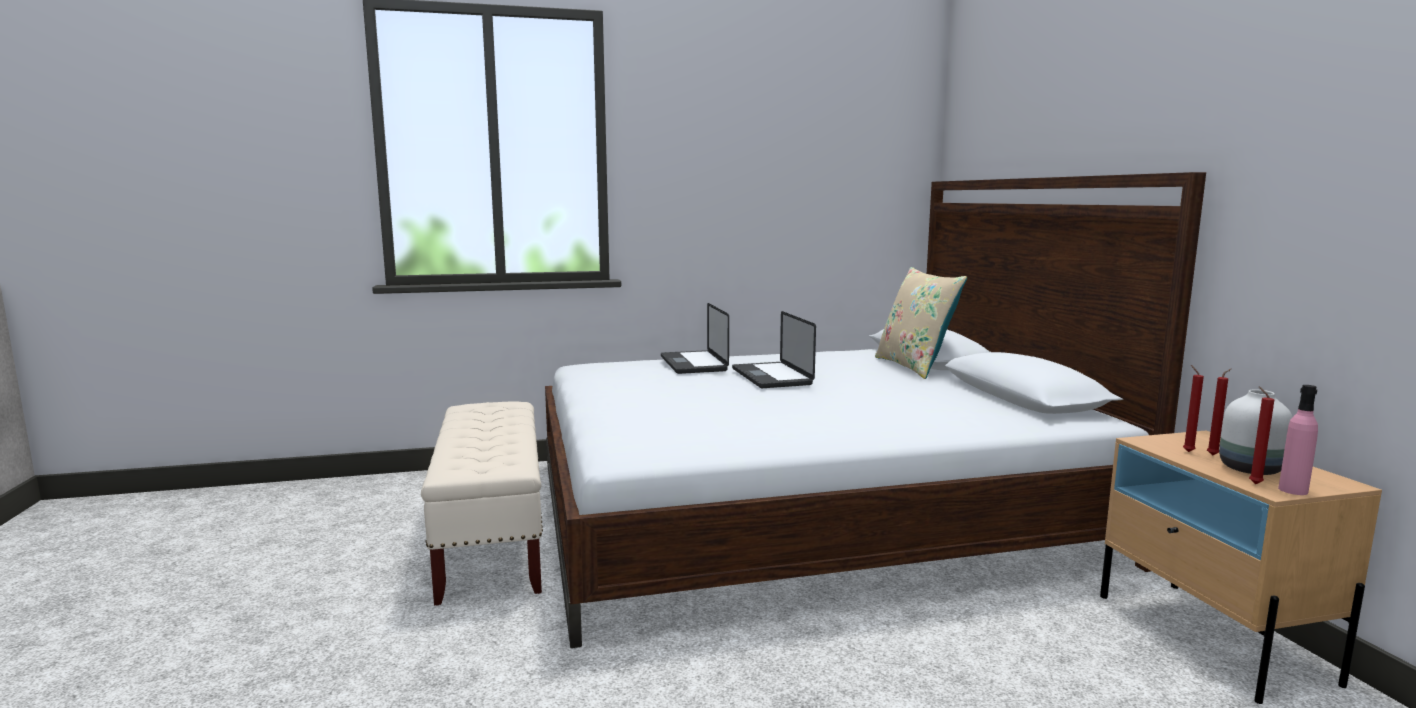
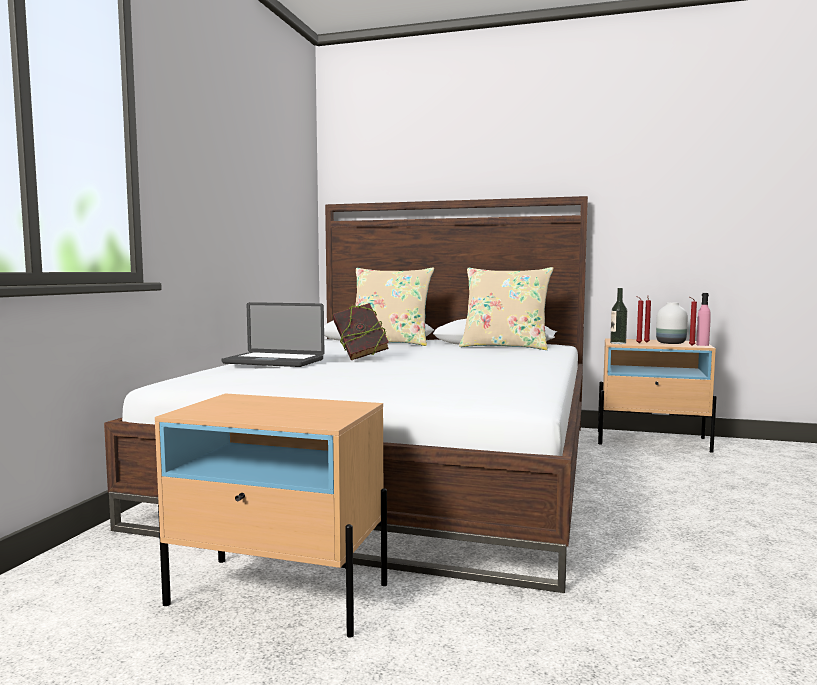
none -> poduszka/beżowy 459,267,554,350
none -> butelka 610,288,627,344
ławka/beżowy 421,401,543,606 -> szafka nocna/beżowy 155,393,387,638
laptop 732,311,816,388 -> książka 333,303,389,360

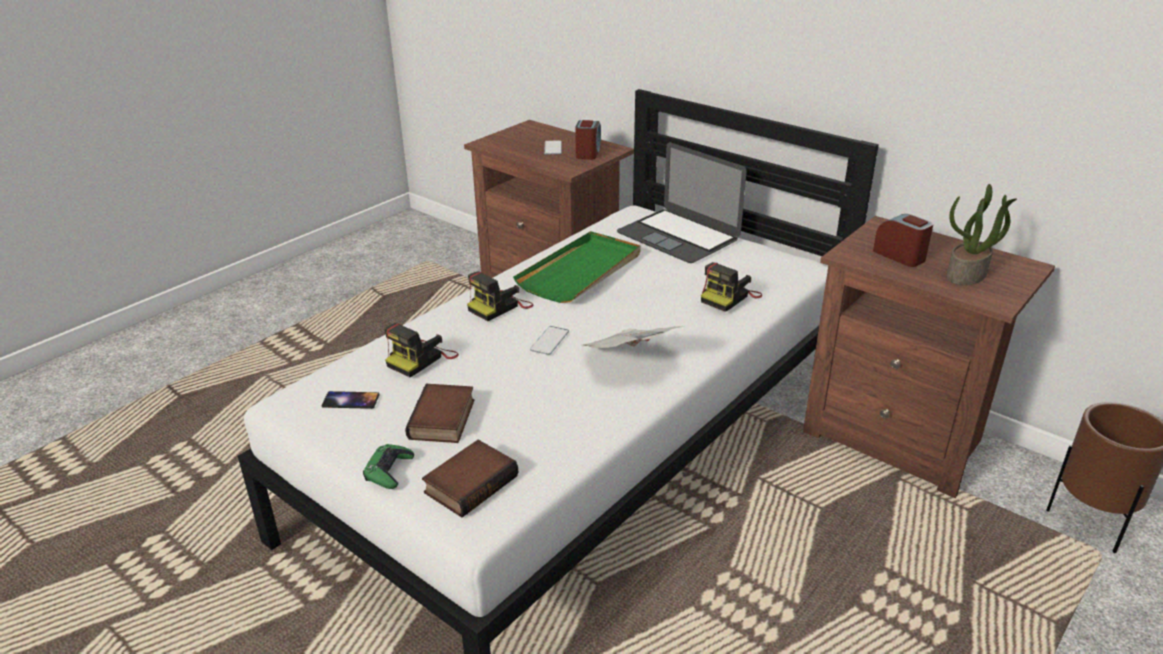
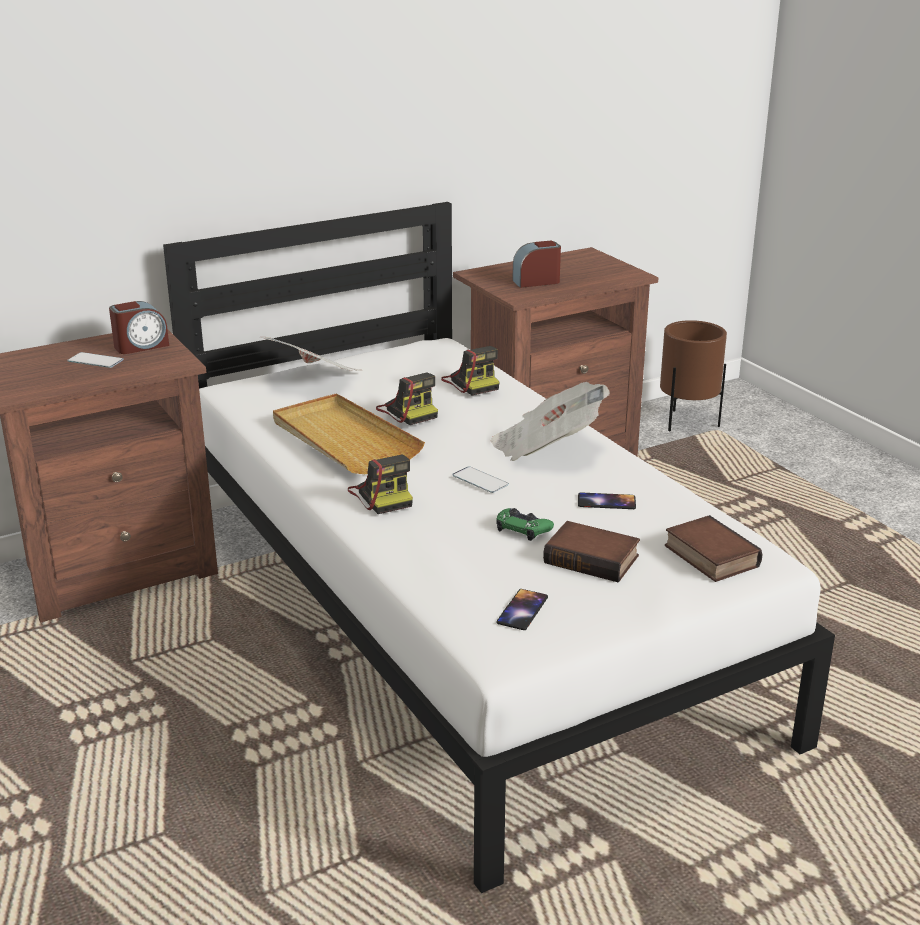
roślina doniczkowa 946,184,1017,285 -> none
none -> telefon 578,492,636,509
pad do gier/zielony 363,444,414,489 -> pad do gier/zielony 496,508,554,541, moved
aparat fotograficzny 384,323,459,377 -> aparat fotograficzny 376,373,438,425, moved
laptop 617,142,747,263 -> gazeta 263,337,361,371
taca/zielony 513,231,640,303 -> taca/beżowy 273,393,425,474
budzik 575,120,601,160 -> budzik 109,301,169,354, 120 degrees clockwise

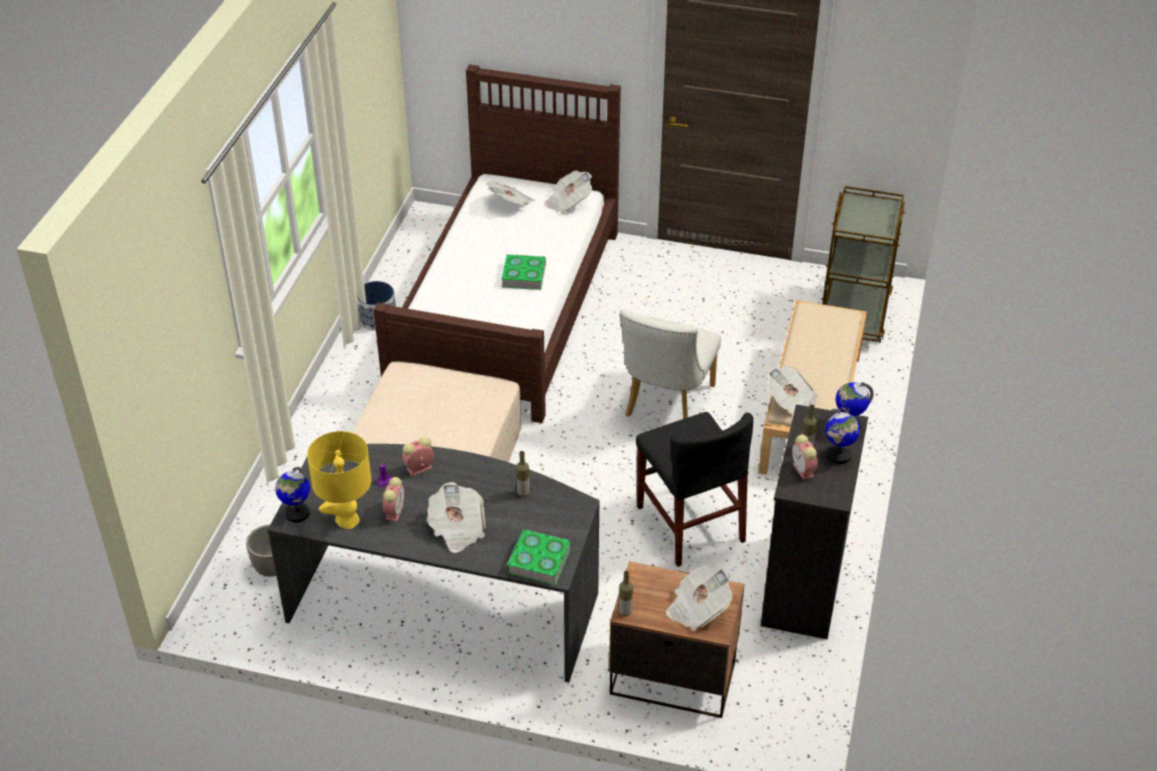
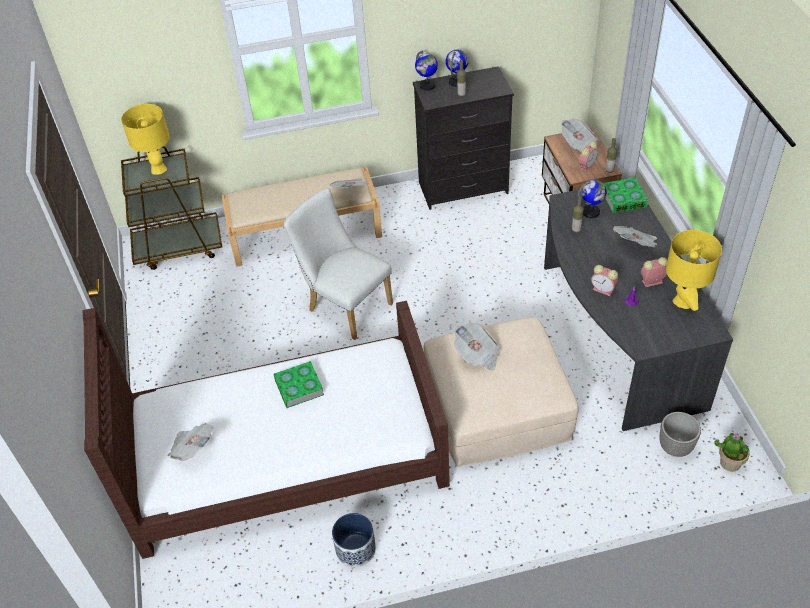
krzesło/czarny 636,412,753,567 -> none
none -> lampa stołowa/żółty 121,104,170,175
none -> roślina doniczkowa 714,433,750,472
globus 275,467,310,523 -> globus 578,180,606,218, moved
gazeta 544,171,592,214 -> gazeta 454,323,500,371, moved
budzik 792,435,818,480 -> budzik 579,142,598,172, moved
krzesło/biały 620,309,721,419 -> krzesło/biały 284,188,393,340, 135 degrees counterclockwise

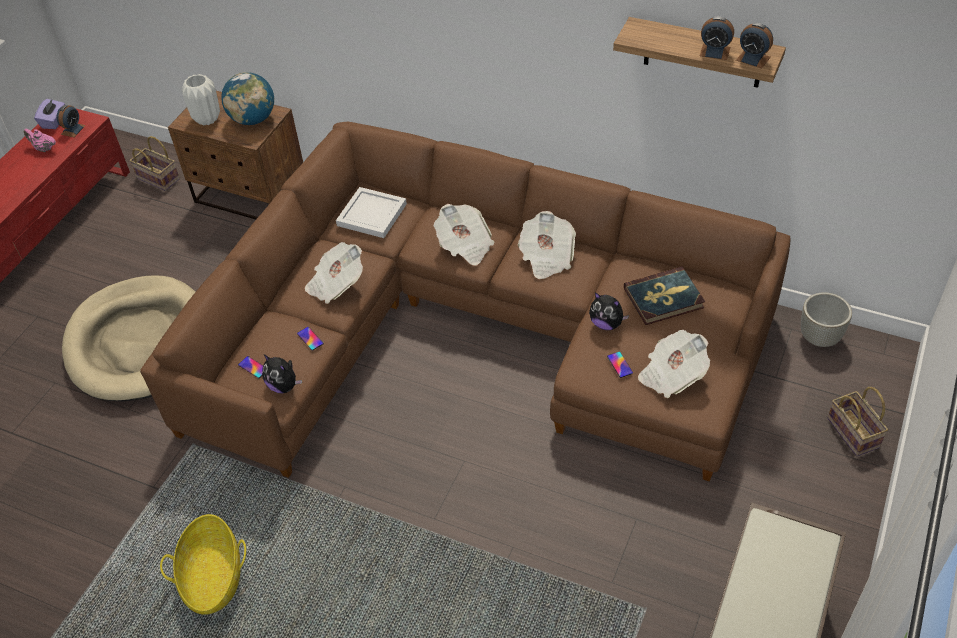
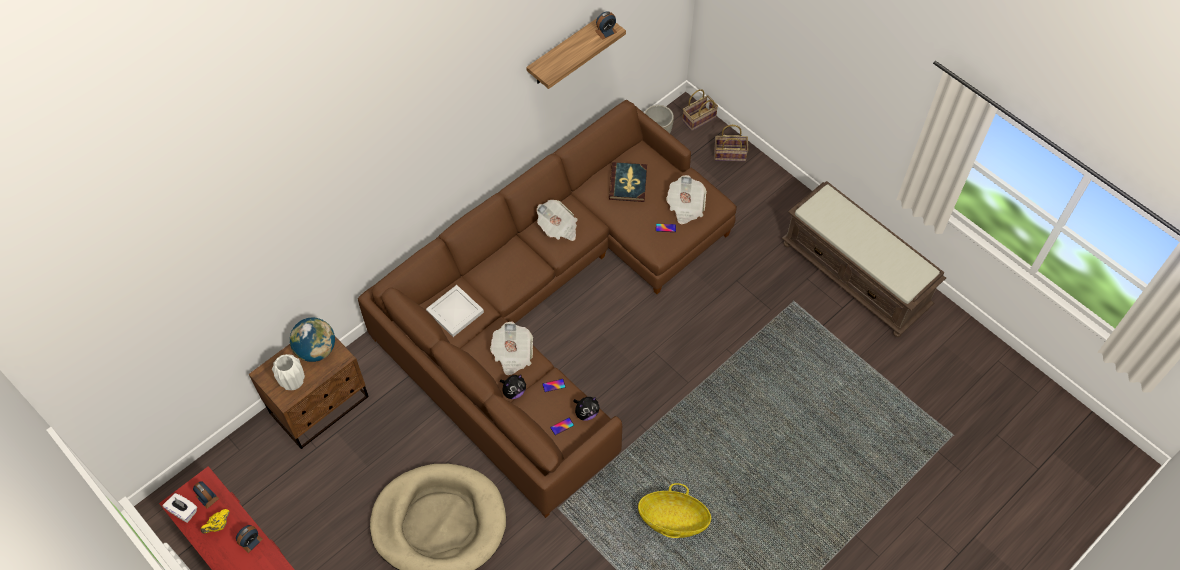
gazeta 434,204,495,266 -> none
koszyk 130,136,180,191 -> koszyk 682,89,718,131, moved
pluszak 589,292,629,330 -> pluszak 500,374,526,399, moved
budzik 700,16,734,60 -> budzik 236,525,263,553, moved
imbryk/różowy 24,129,56,152 -> imbryk/żółty 200,509,230,534
pudełko chusteczek/fioletowy 34,99,65,129 -> pudełko chusteczek/biały 163,493,197,523

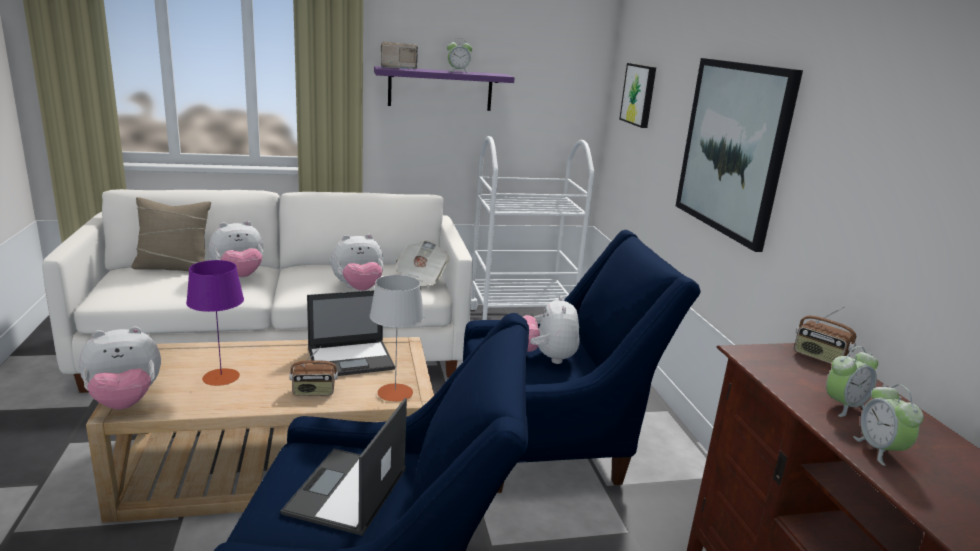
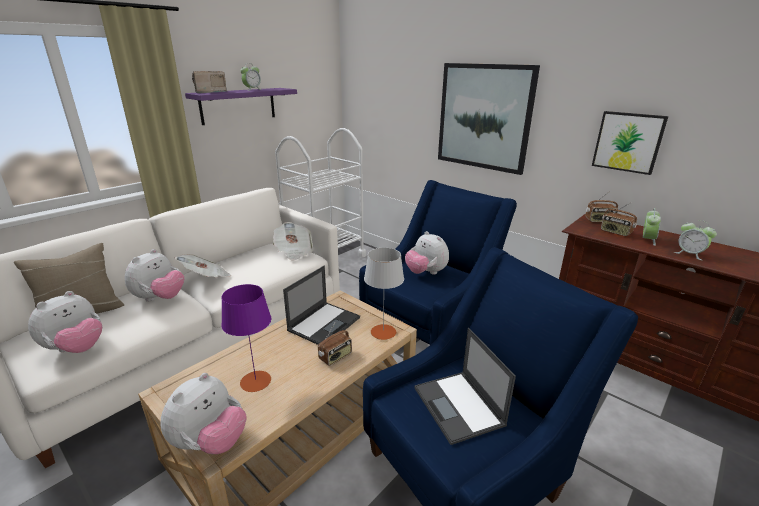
none -> gazeta 174,254,232,278
none -> radio 601,203,637,236
pluszak 331,234,383,291 -> pluszak 28,291,102,353, moved
obraz 619,63,656,128 -> obraz 592,111,668,175, moved

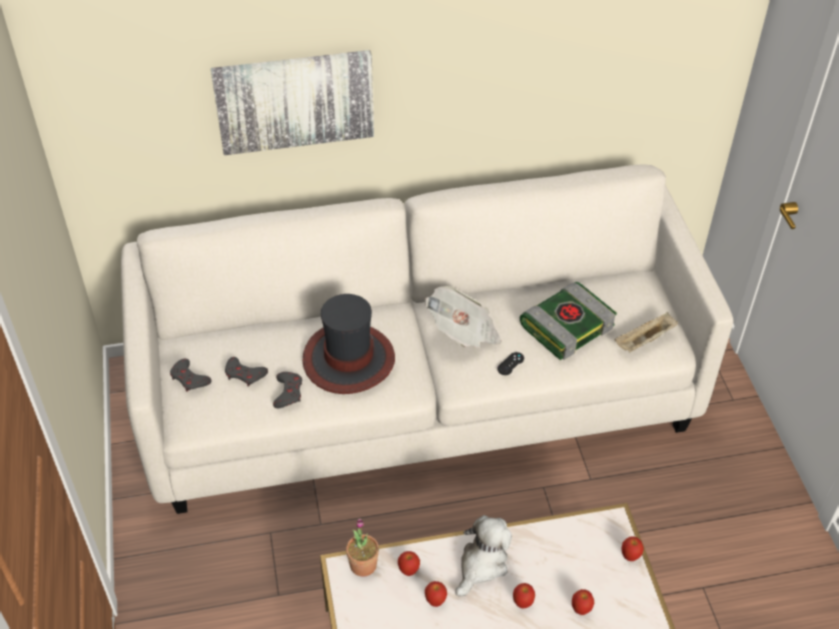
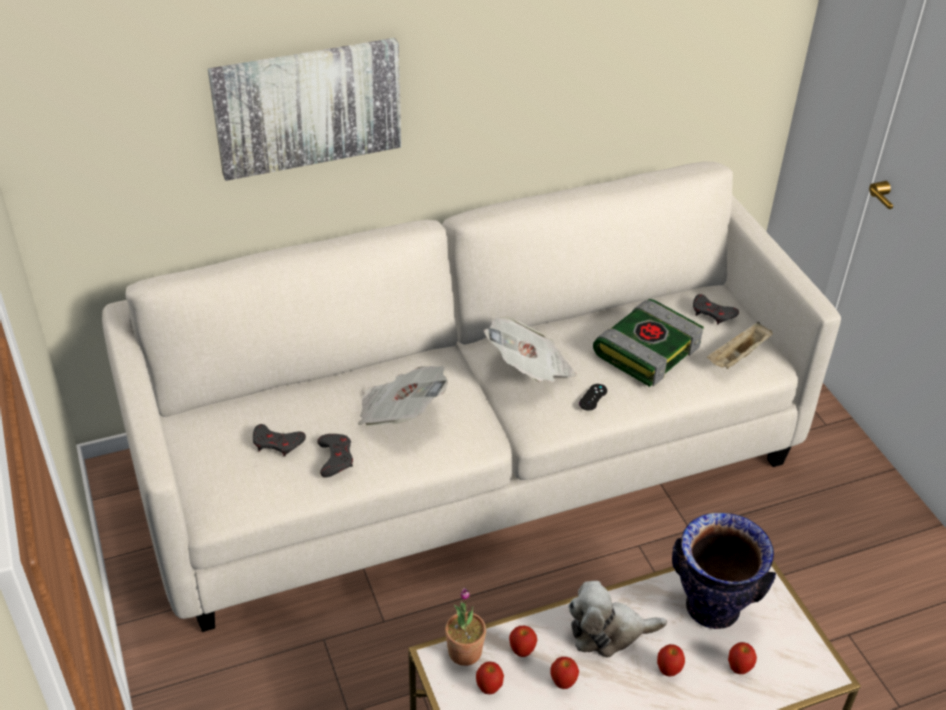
none -> wazon 672,513,776,629
pad do gier/szary 170,359,212,392 -> pad do gier/szary 693,294,739,325, moved
jabłko 621,536,644,561 -> jabłko 476,661,504,694, moved
kapelusz 303,294,395,394 -> gazeta 358,366,448,426
pluszak 455,515,512,597 -> pluszak 568,581,667,658, 120 degrees counterclockwise

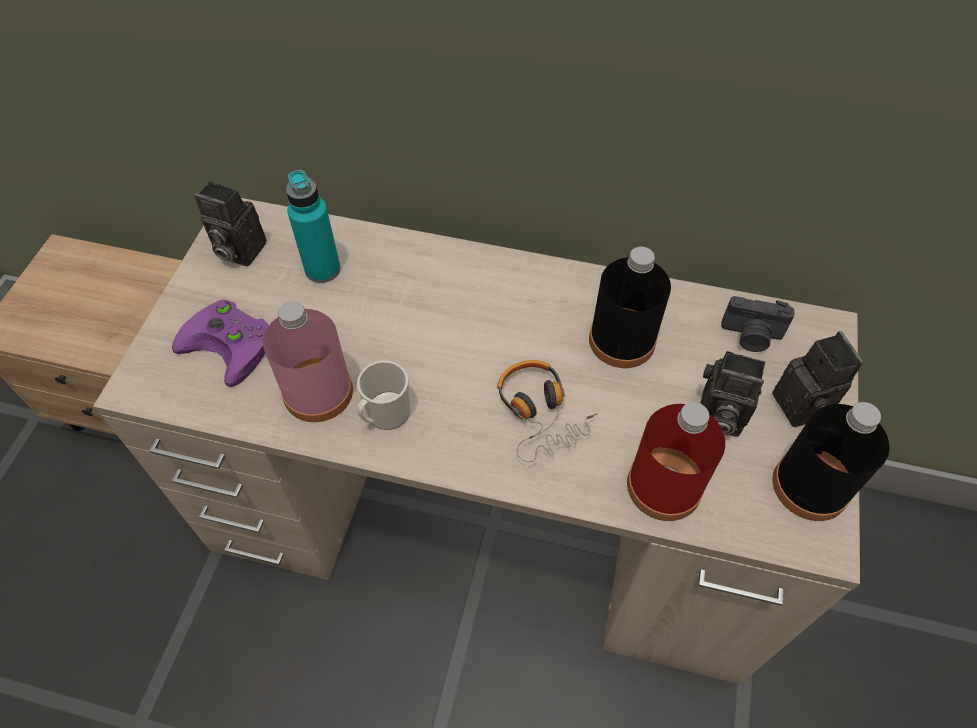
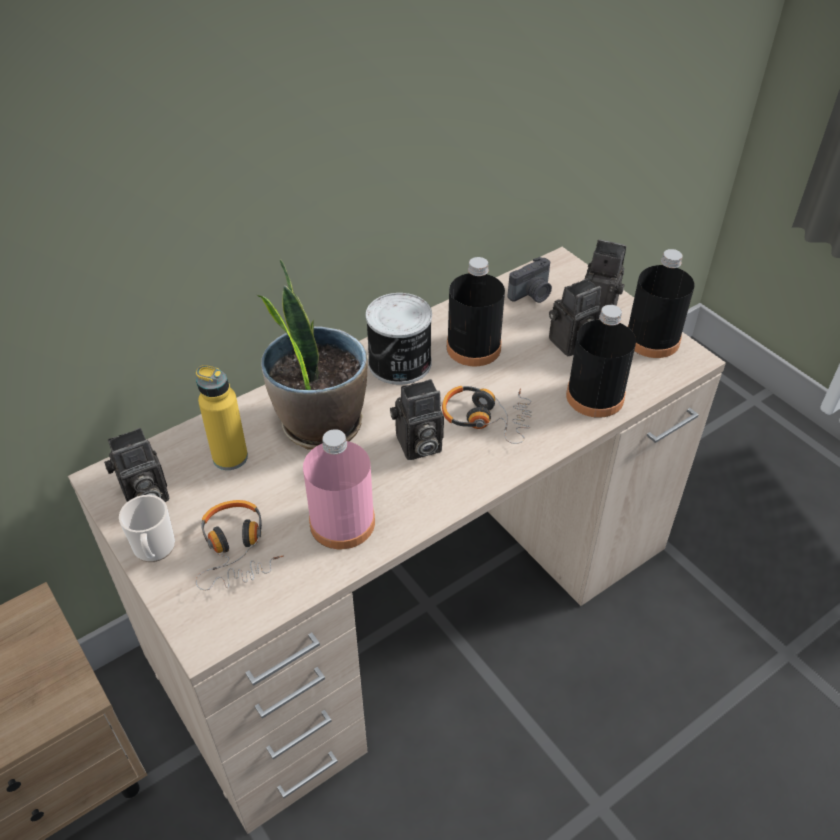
none -> roślina doniczkowa 257,259,368,450
none -> puszka 366,293,432,385
none -> aparat fotograficzny 390,379,444,460
kubek 357,361,410,430 -> kubek 119,495,175,562, moved
pad do gier/fioletowy 172,299,269,387 -> słuchawki 196,500,284,590
butelka/turkusowy 286,170,340,283 -> butelka/żółty 196,365,248,470
butelka/czerwony 627,402,725,521 -> butelka/czarny 566,305,636,418

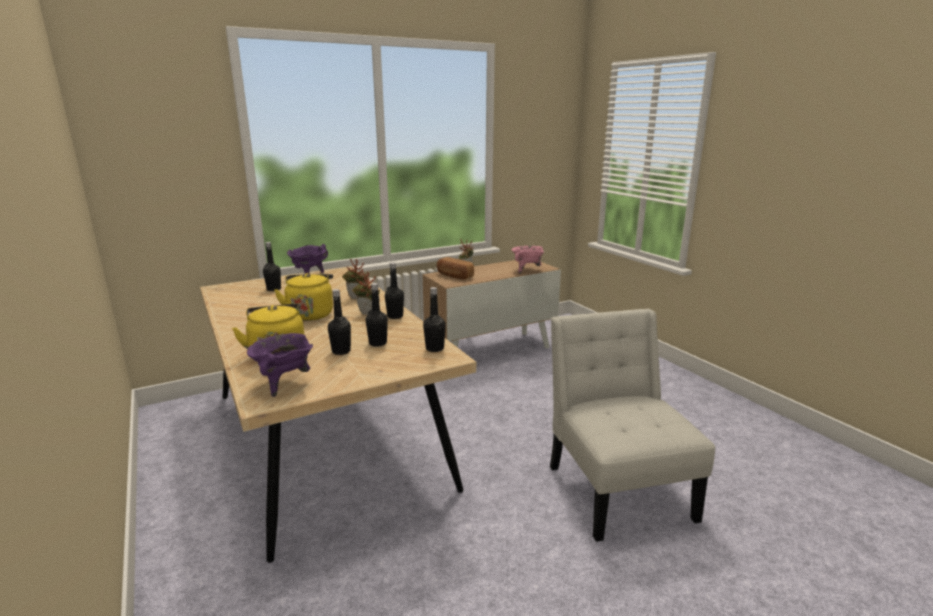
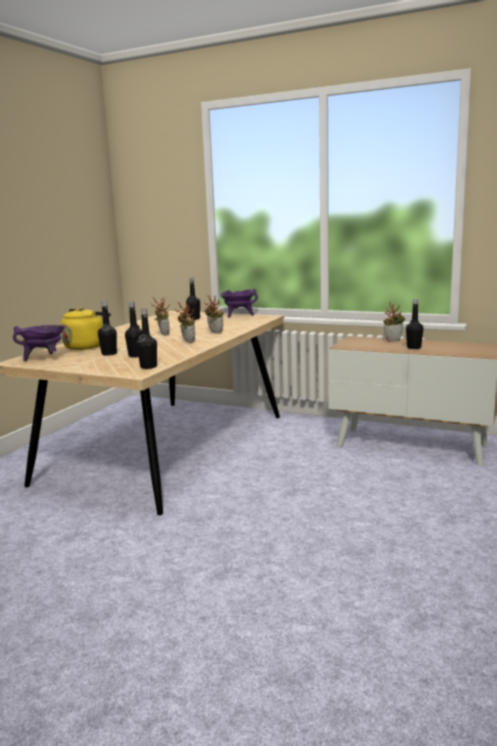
chleb 437,257,474,280 -> none
garnek/różowy 512,246,545,274 -> none
krzesło/biały 550,309,715,542 -> none
butelka/czarny 385,262,404,319 -> butelka/czarny 406,299,424,349, moved
czajnik/żółty 274,273,333,321 -> roślina doniczkowa 151,297,170,335

